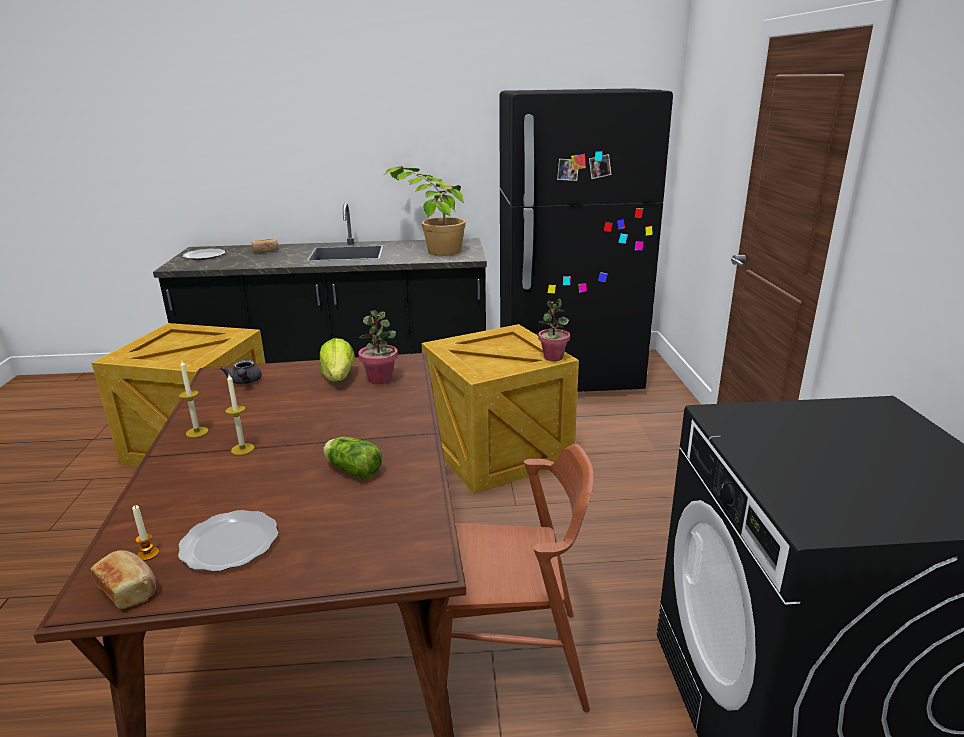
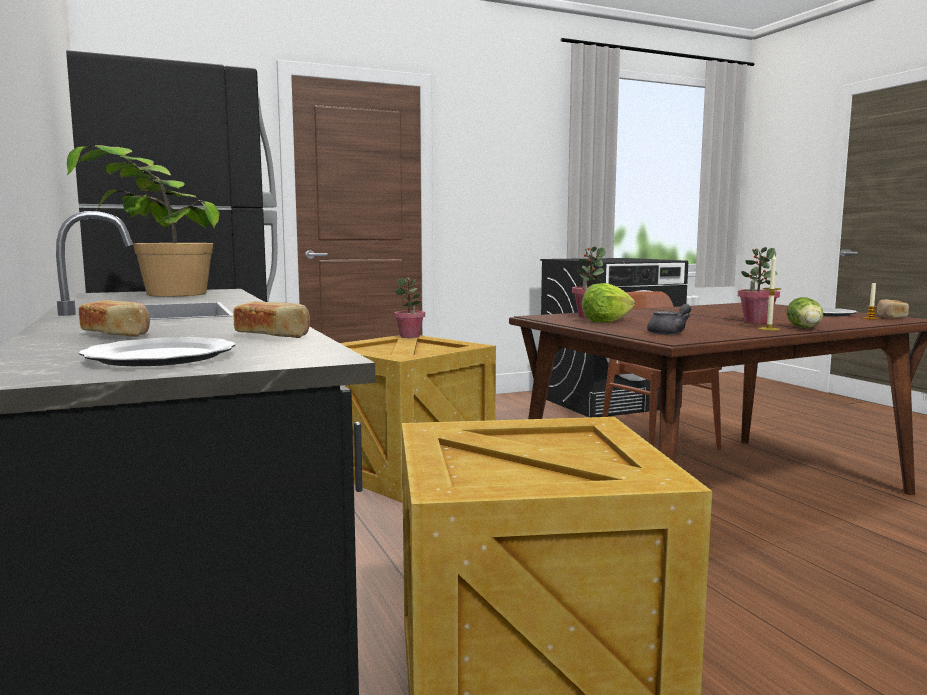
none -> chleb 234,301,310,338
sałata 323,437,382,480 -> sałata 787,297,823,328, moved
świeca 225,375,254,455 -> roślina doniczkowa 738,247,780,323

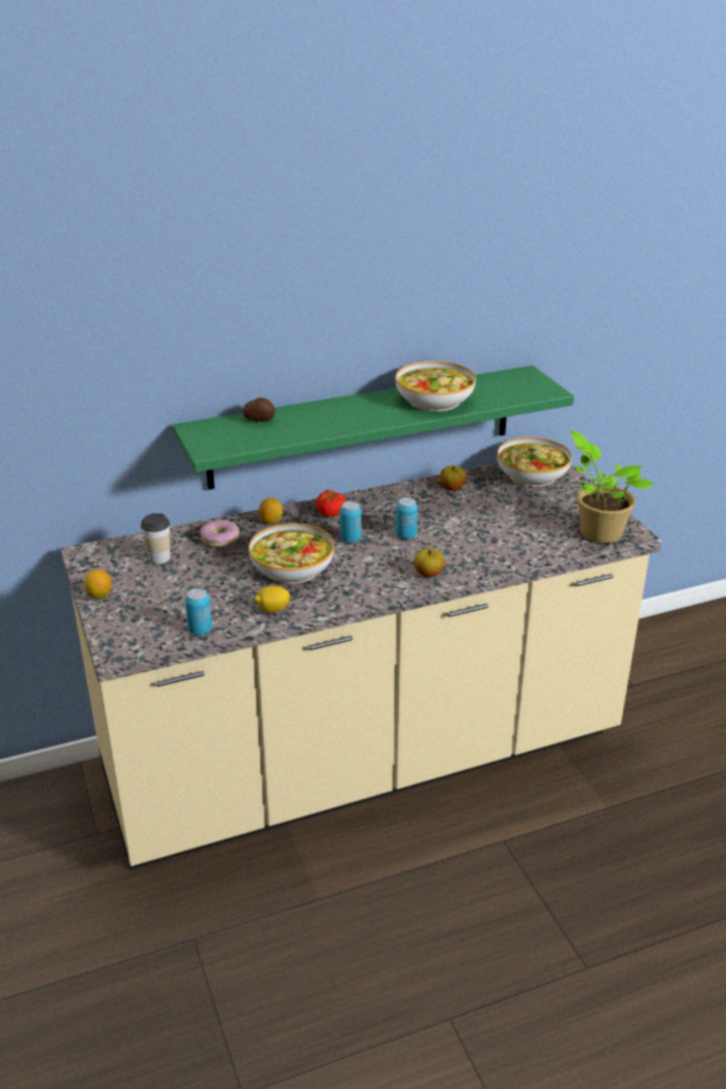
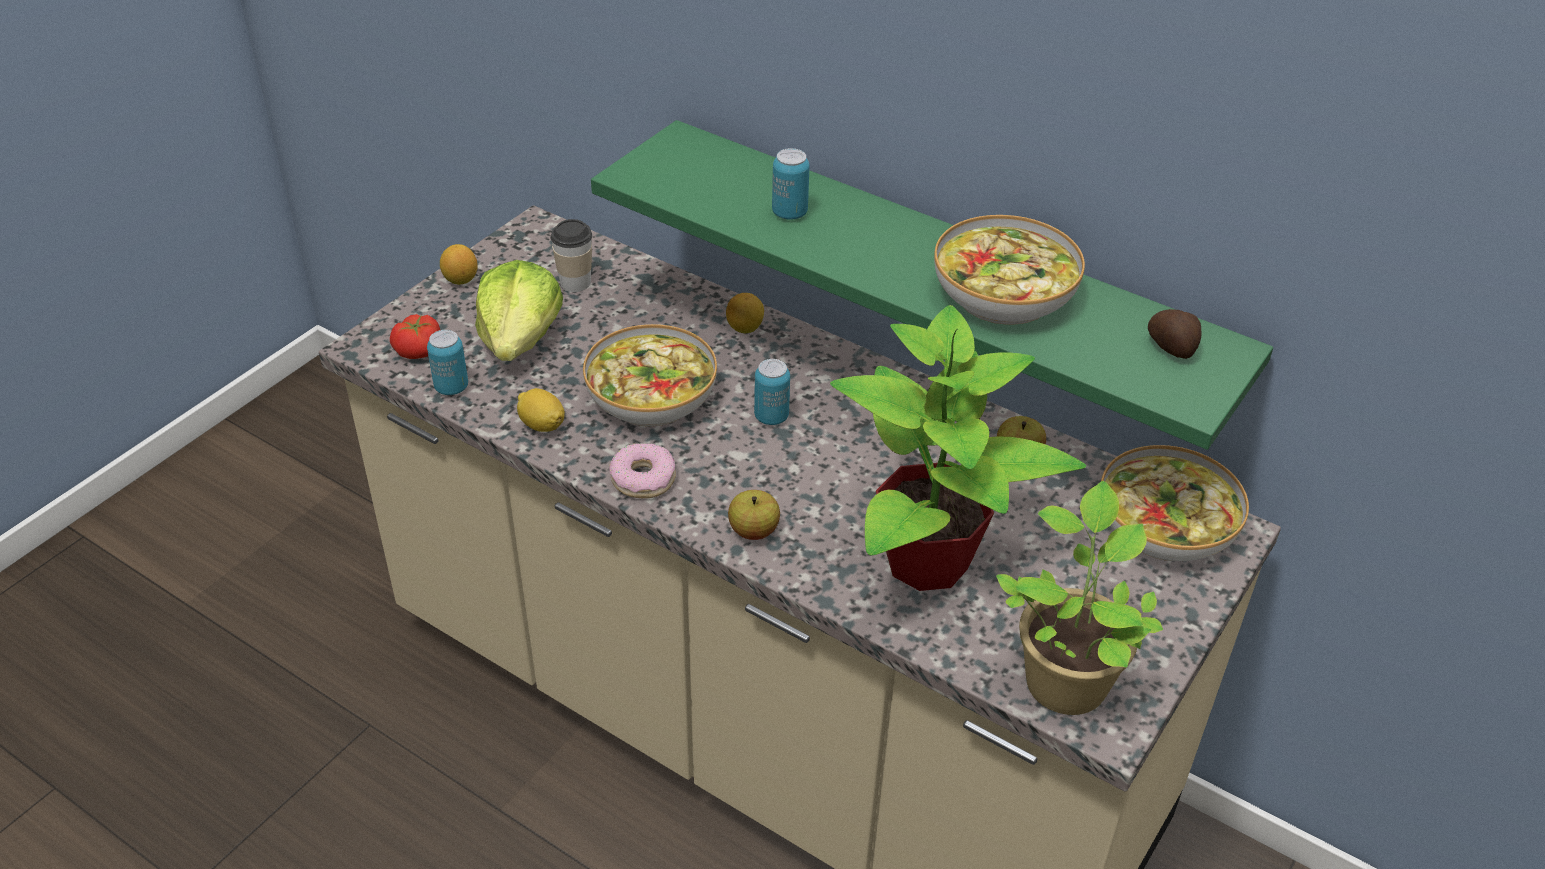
none -> sałata 475,260,563,361
none -> roślina doniczkowa 830,305,1086,591
donut 199,519,239,547 -> donut 609,443,676,498, moved
ziemniak 243,398,275,422 -> ziemniak 1148,309,1202,359, moved
pomidor 316,490,346,517 -> pomidor 390,314,440,359, moved
puszka 396,497,418,539 -> puszka 772,148,810,220, moved

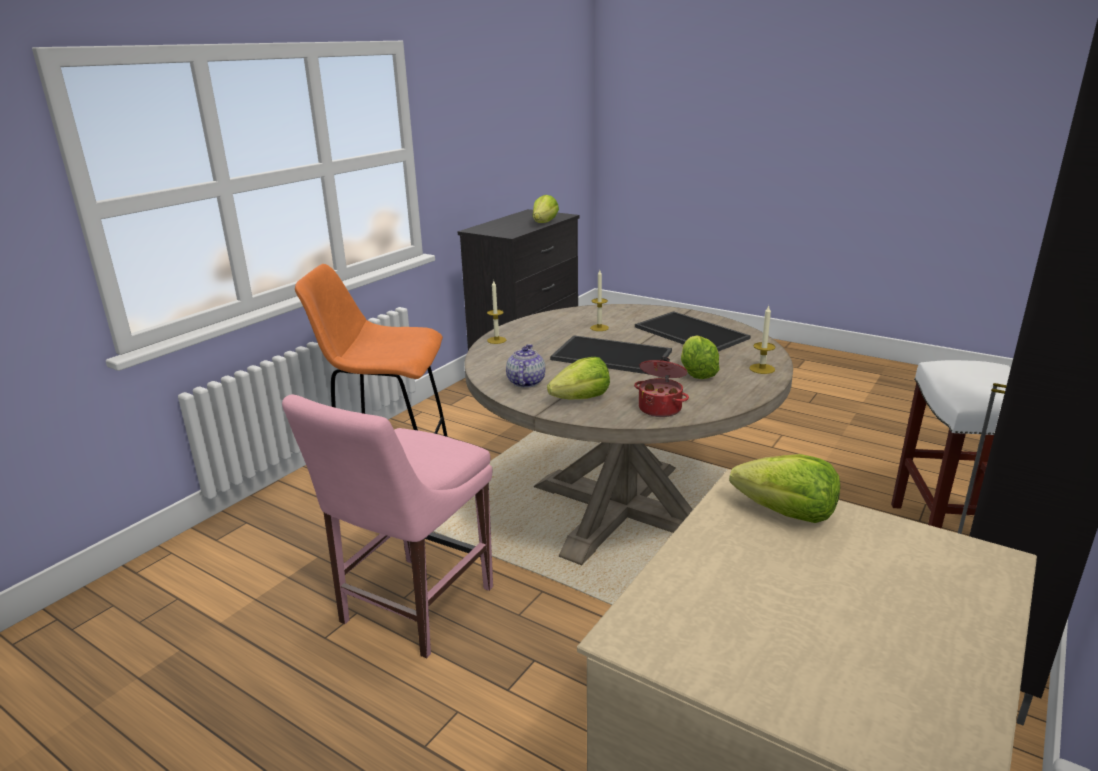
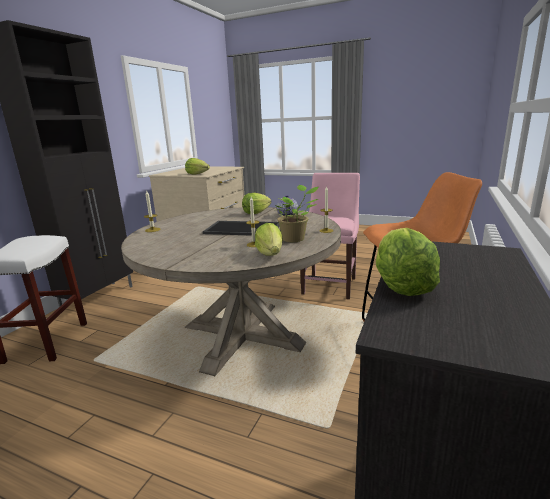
garnek 634,357,689,417 -> none
taca 635,311,751,351 -> none
none -> roślina doniczkowa 276,185,318,242
sałata 681,336,719,379 -> sałata 255,223,283,256, moved

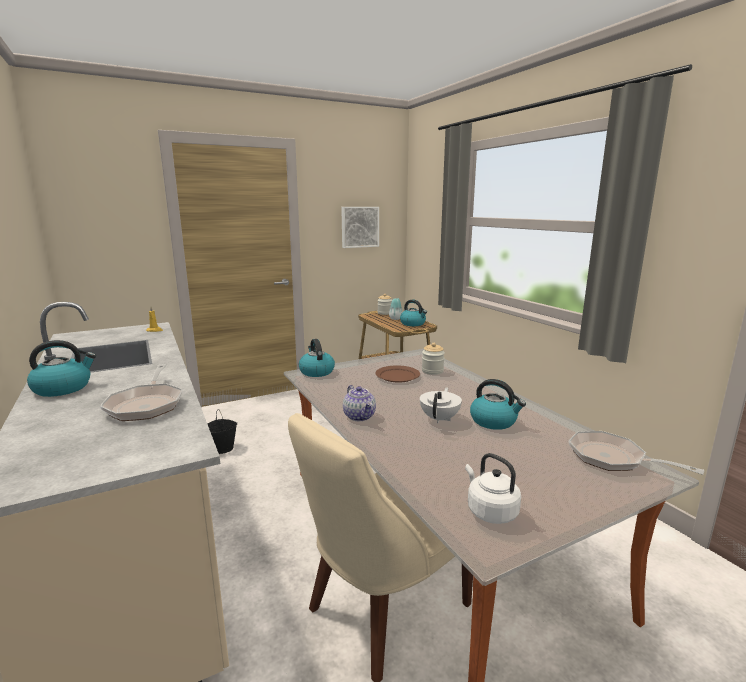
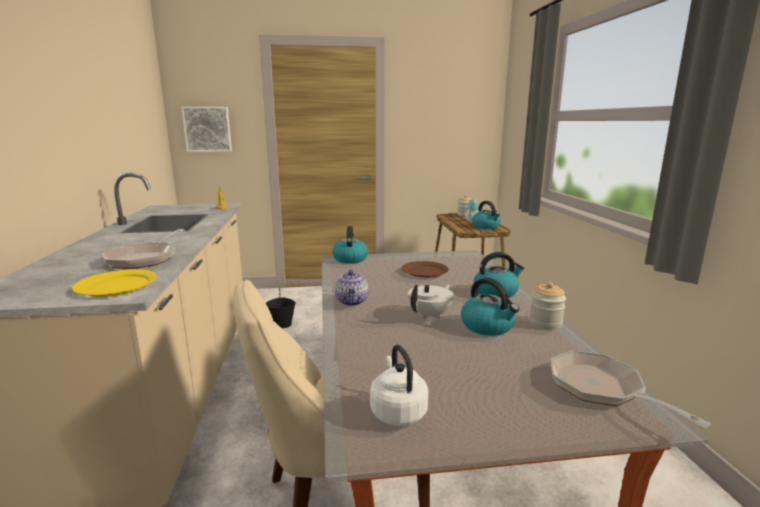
none -> talerz/żółty 72,269,157,297
czajnik 27,340,96,397 -> czajnik 474,252,524,298, moved
obraz 341,207,379,248 -> obraz 181,107,232,152, moved
słoik 422,343,445,375 -> słoik 529,282,566,330, moved

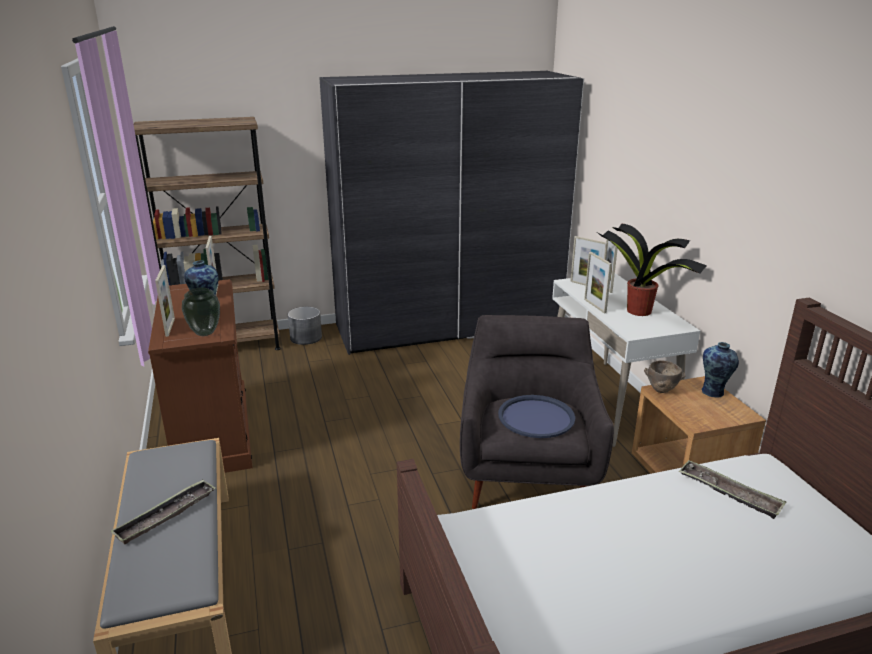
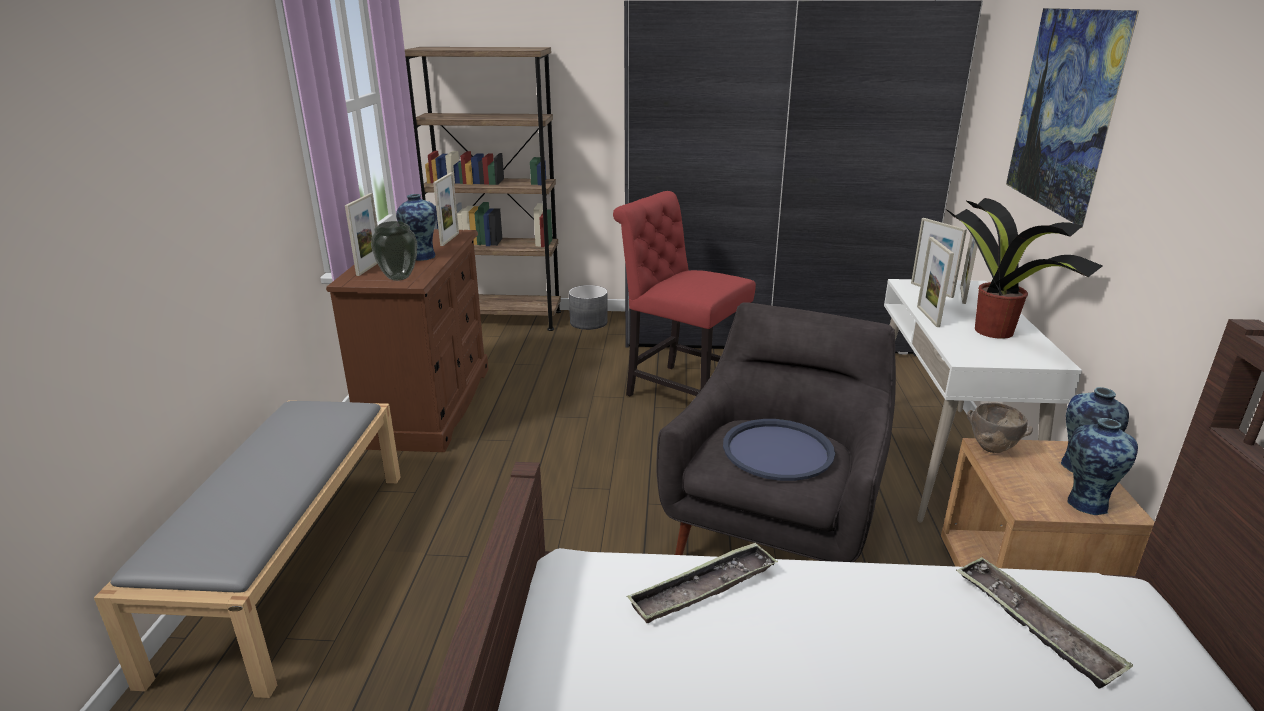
none -> krzesło/czerwony 613,191,756,396
none -> obraz 1006,8,1139,228
none -> wazon 1068,418,1138,515
taca 110,479,216,545 -> taca 626,542,778,624, moved

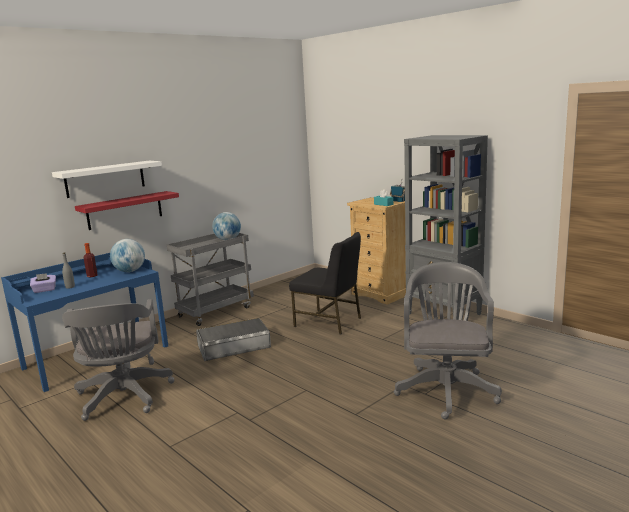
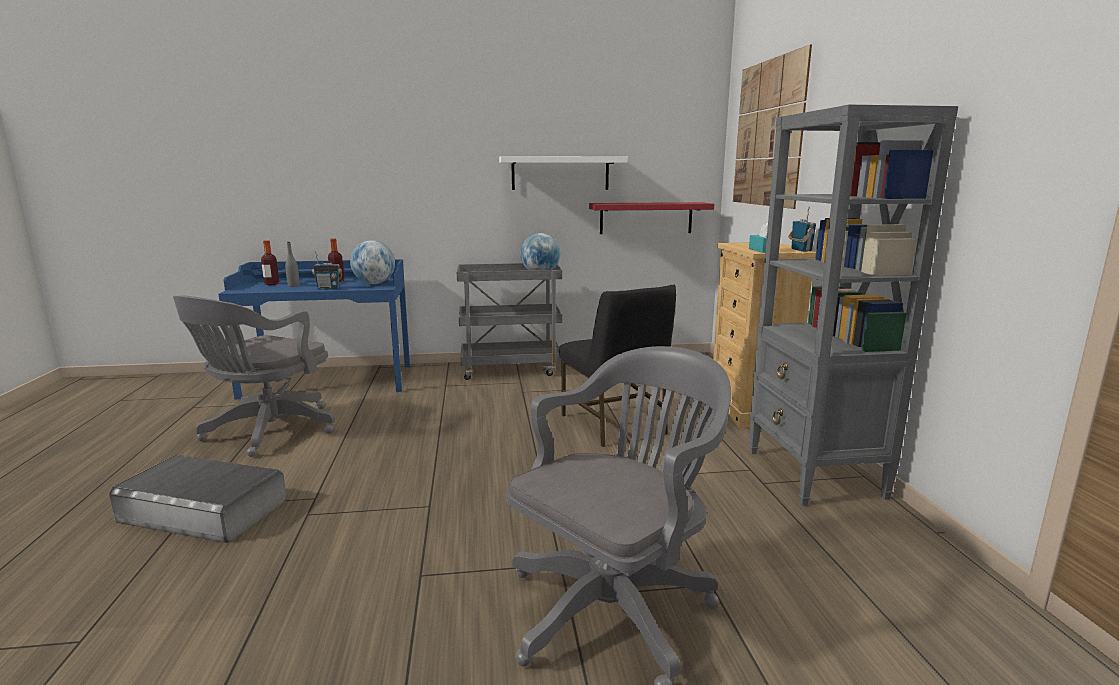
none -> radio 312,251,342,290
none -> obraz 733,44,812,209
półka/biały 52,161,162,198 -> półka/biały 499,156,628,190, moved
półka/czerwony 75,191,179,230 -> półka/czerwony 589,202,714,234, moved
pojemnik do przechowywania/szary 196,318,271,361 -> pojemnik do przechowywania/szary 109,455,287,543, moved
pudełko chusteczek/fioletowy 30,273,56,293 -> butelka 261,240,279,285

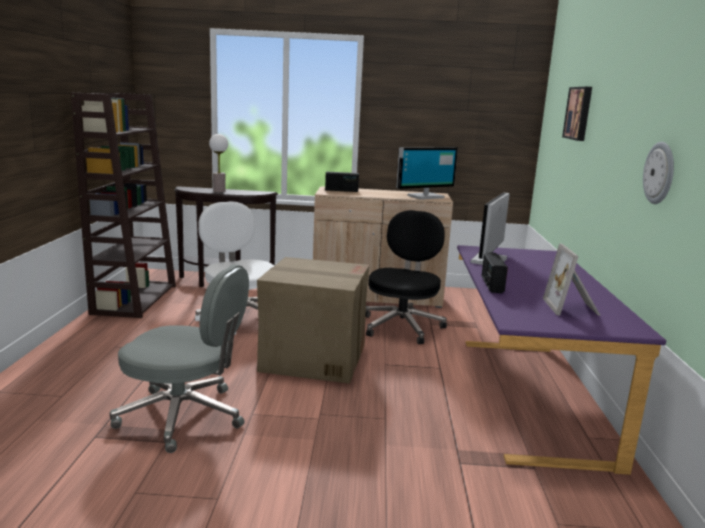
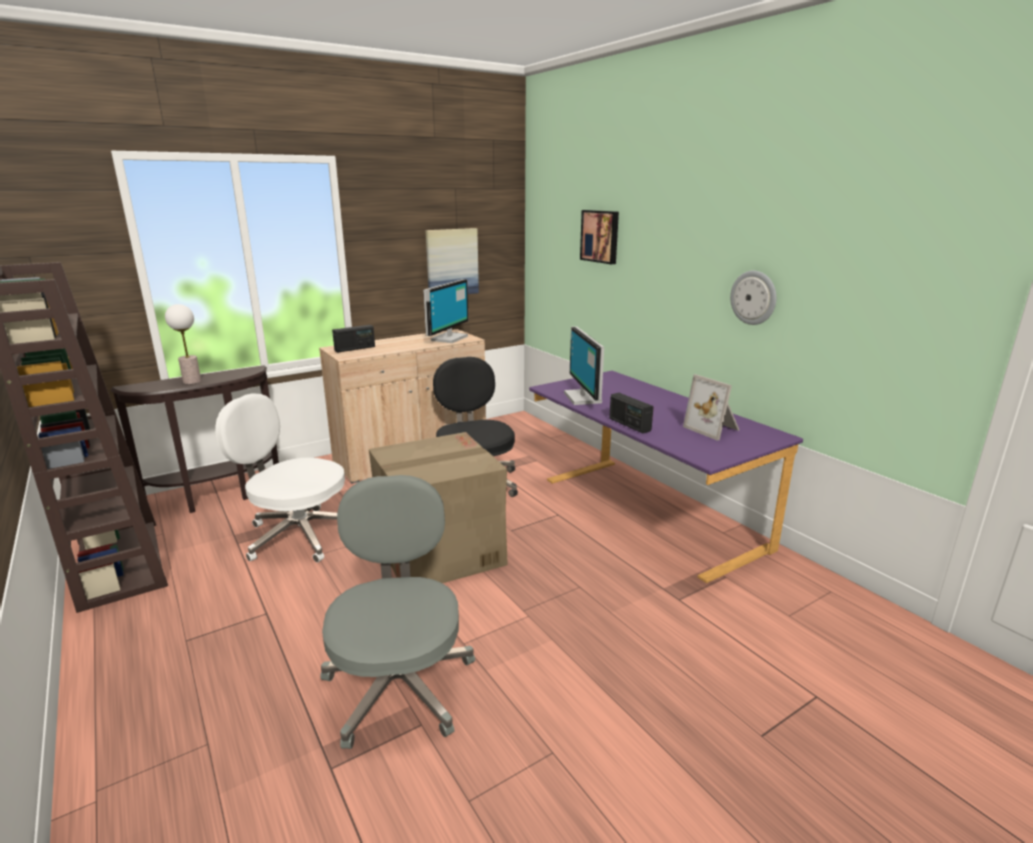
none -> obraz 426,228,479,294
krzesło biurowe/szary 110,264,249,453 -> krzesło biurowe/szary 320,475,475,749, 75 degrees counterclockwise

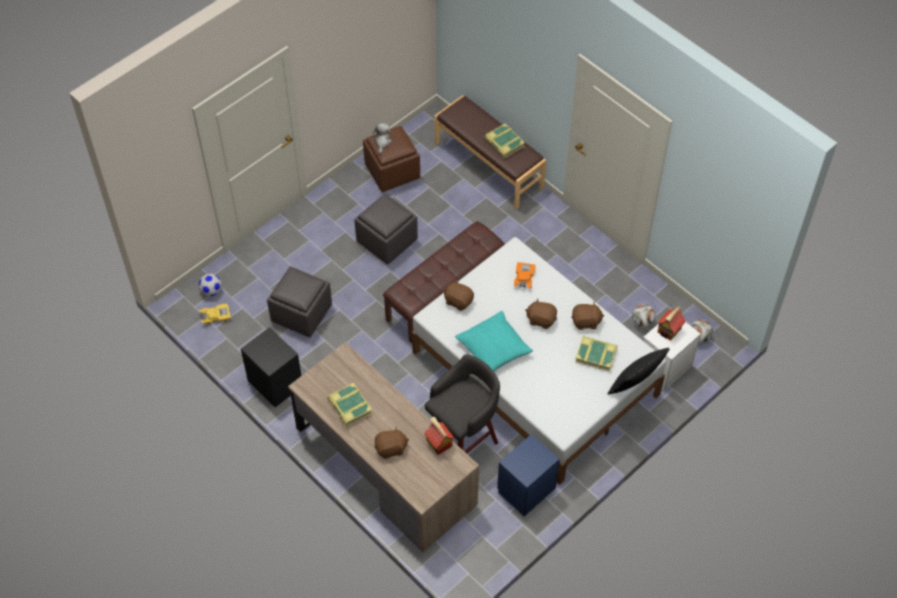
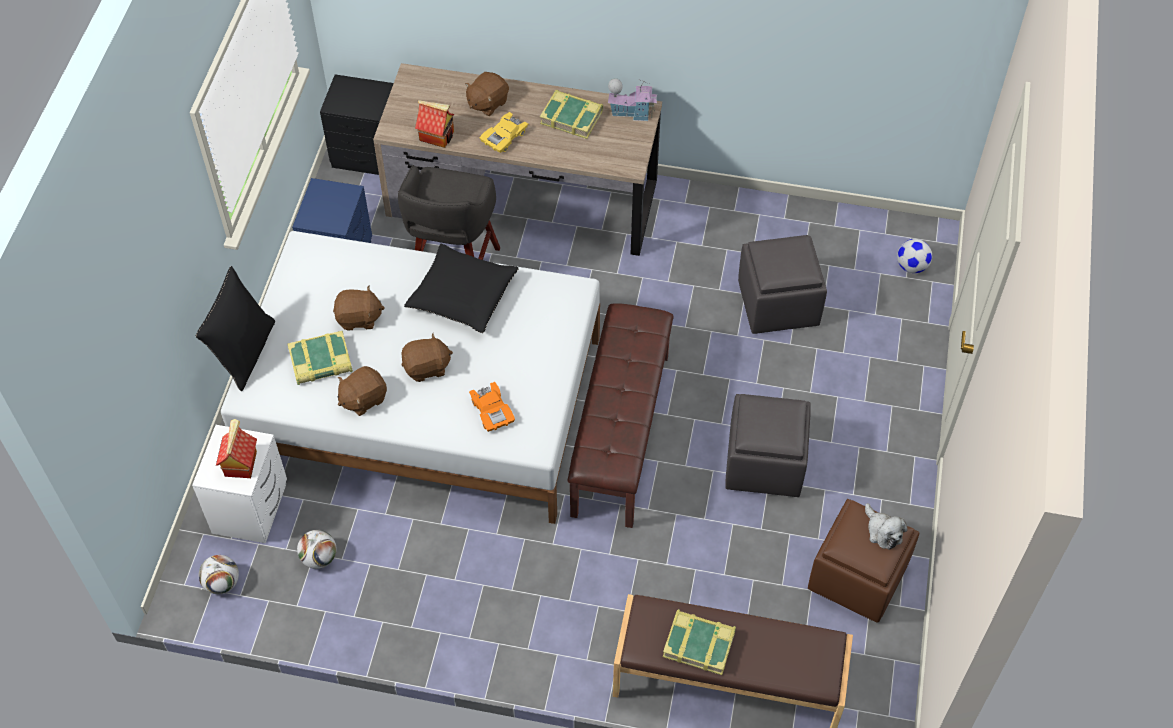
none -> domek 608,78,657,121
samochodzik/żółty 199,304,231,325 -> samochodzik/żółty 480,112,528,153, moved
szafka nocna/czarny 241,327,301,407 -> szafka nocna/czarny 320,74,394,175, moved
pluszak/brązowy 444,279,474,311 -> pluszak/brązowy 333,286,385,331, moved
poduszka/turkusowy 455,311,533,371 -> poduszka/czarny 404,244,519,333

